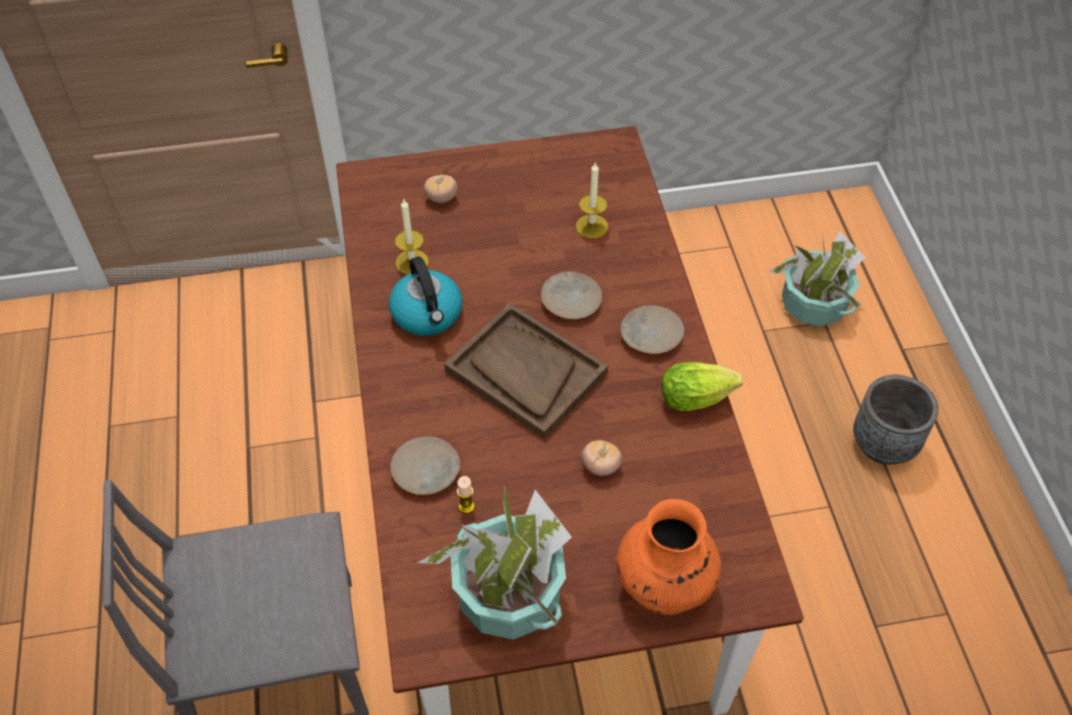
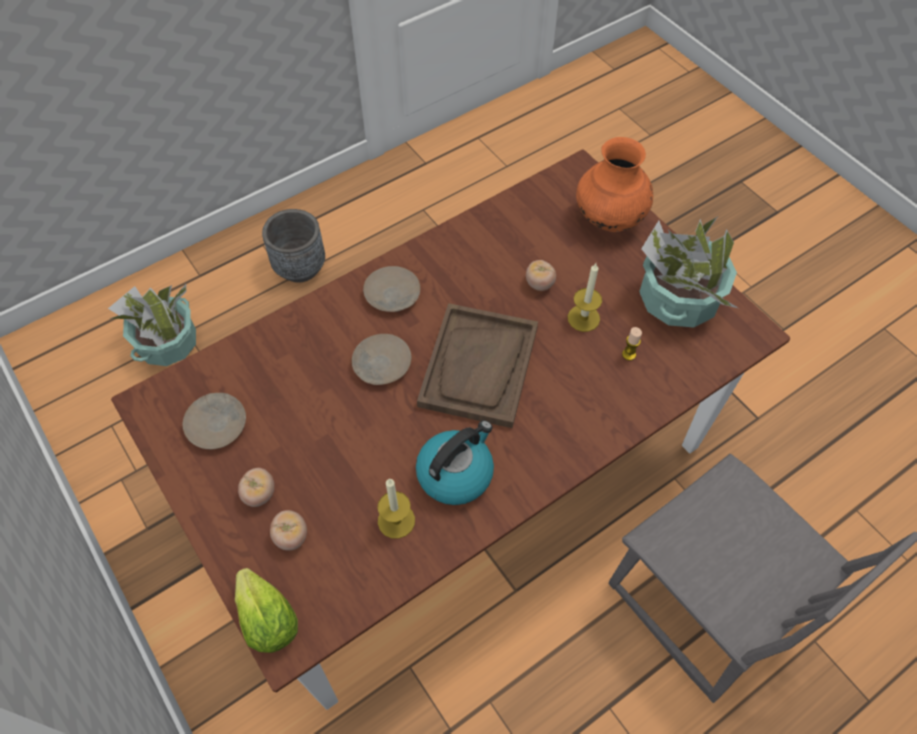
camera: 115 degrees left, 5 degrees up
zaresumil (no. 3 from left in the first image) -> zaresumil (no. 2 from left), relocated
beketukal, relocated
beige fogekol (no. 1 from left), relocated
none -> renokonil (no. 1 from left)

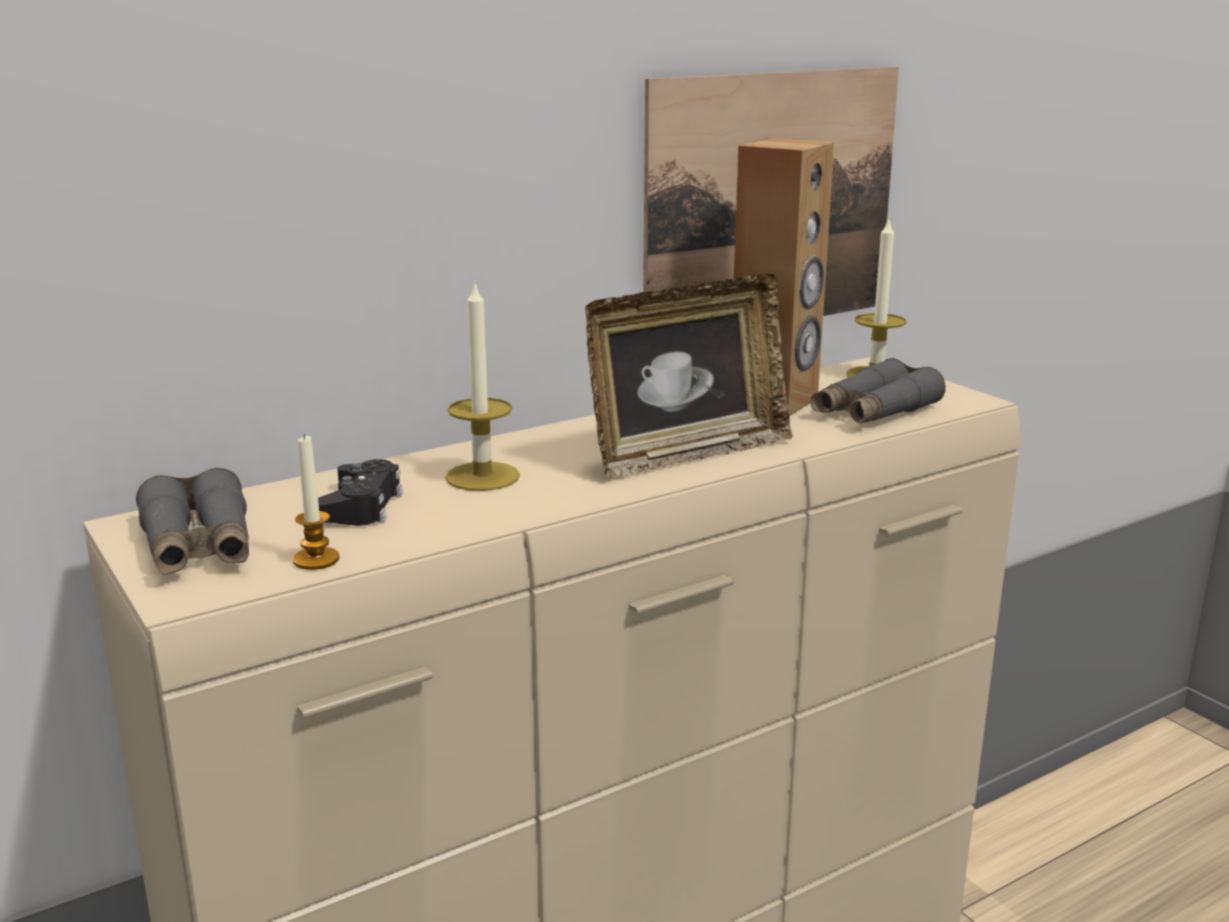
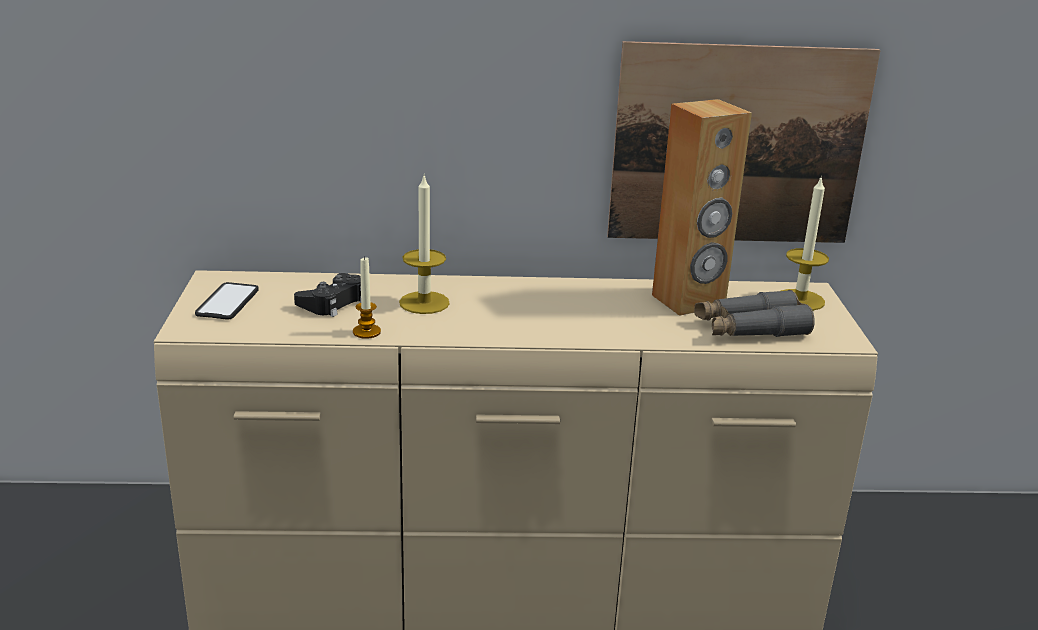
camera: 30 degrees right, 5 degrees up
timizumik -> none
zaresumil (no. 1 from left), relocated
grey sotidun (no. 1 from left) -> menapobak

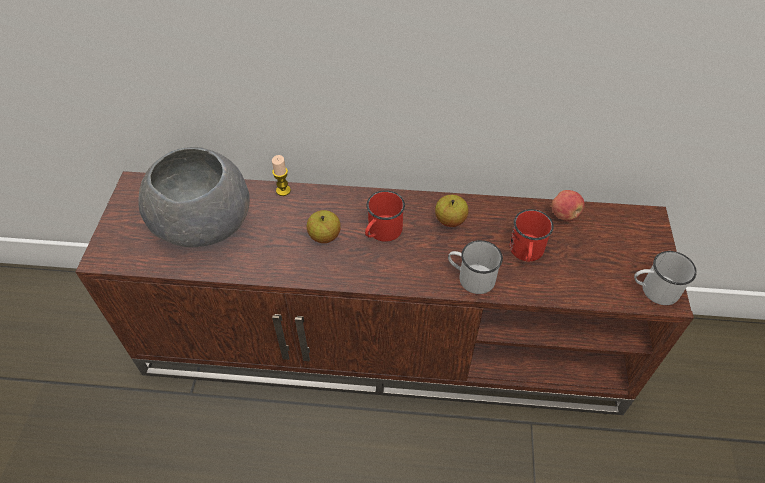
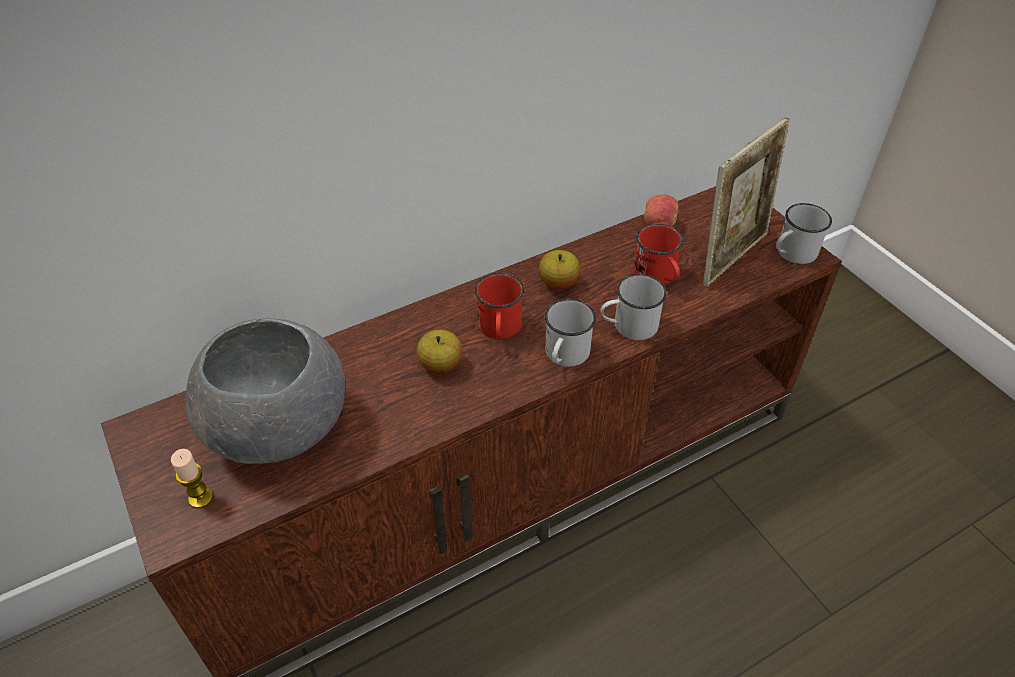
camera: 35 degrees left, 5 degrees down
zaresumil, relocated
none -> timizumik
none -> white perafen (no. 1 from left)

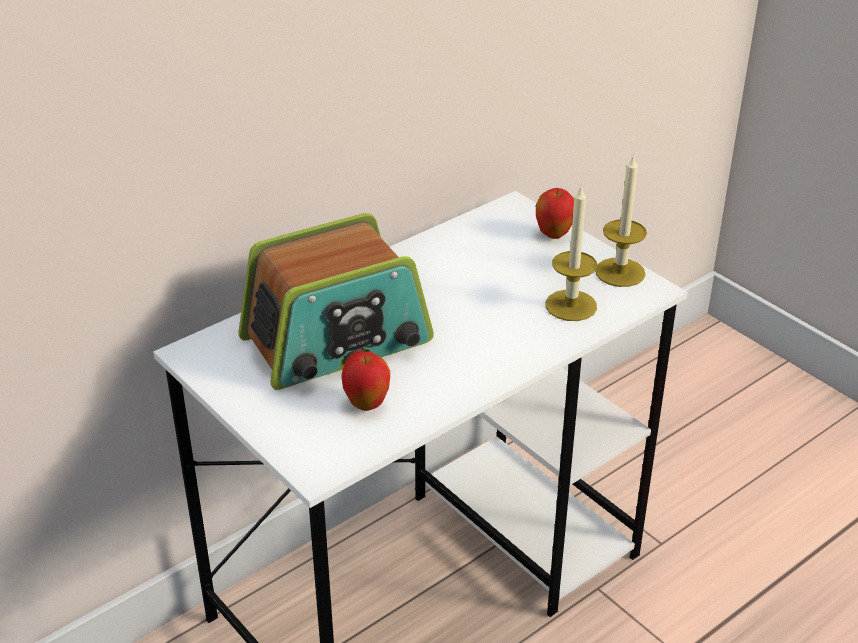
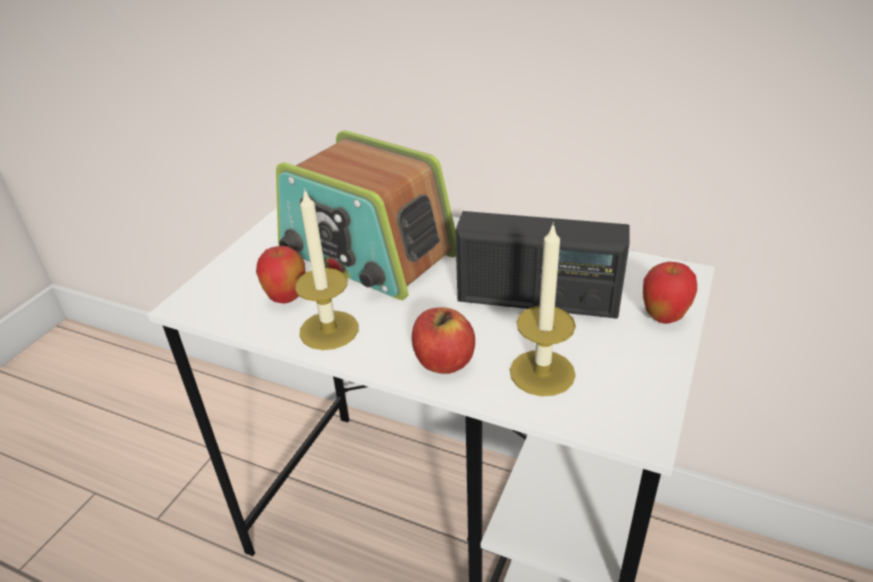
camera: 65 degrees right, 0 degrees up
zaresumil (no. 2 from left in the first image) -> zaresumil (no. 1 from left), relocated
none -> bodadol (no. 2 from left)
none -> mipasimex (no. 2 from left)

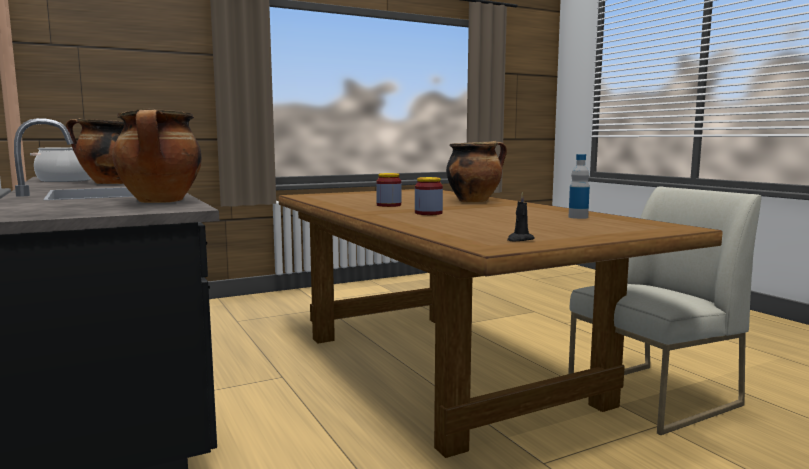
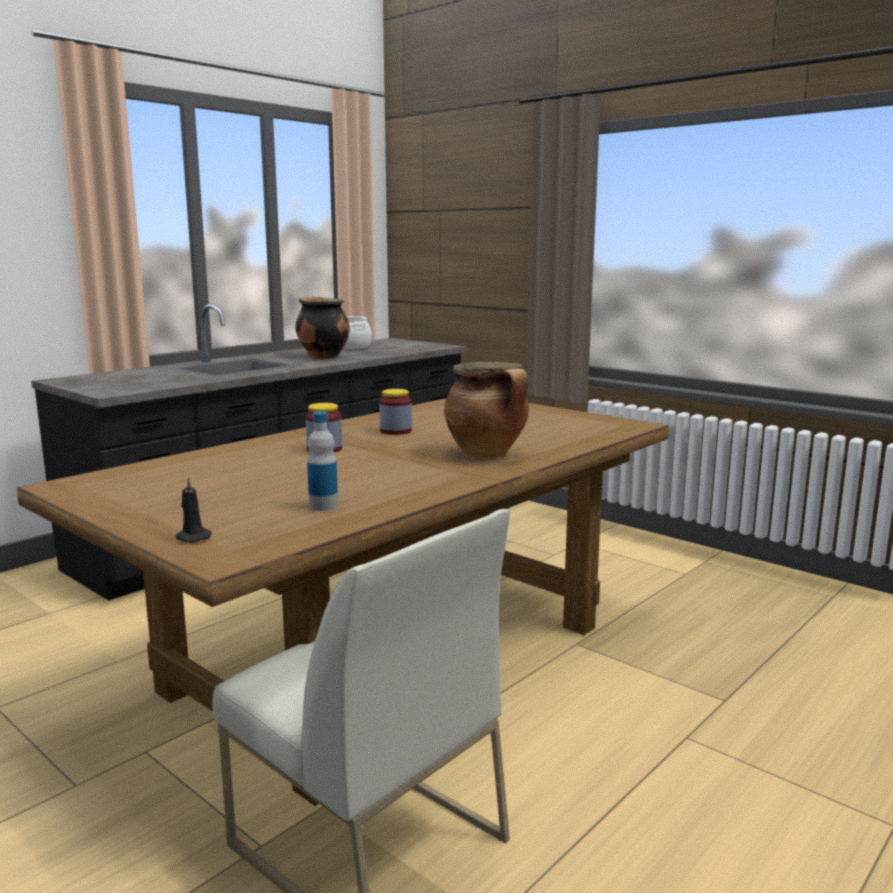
camera: 70 degrees right, 5 degrees up
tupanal (no. 3 from left) -> none
black zaresumil, relocated

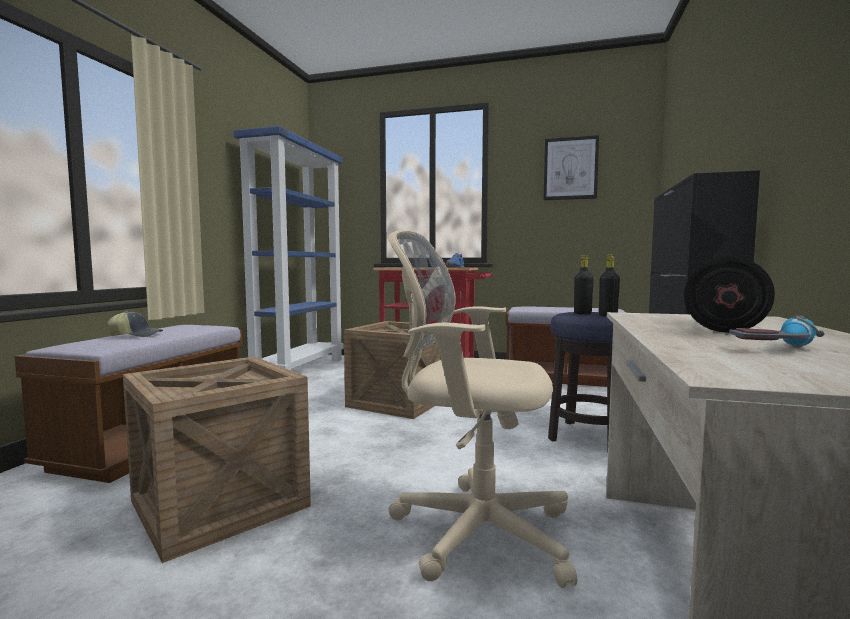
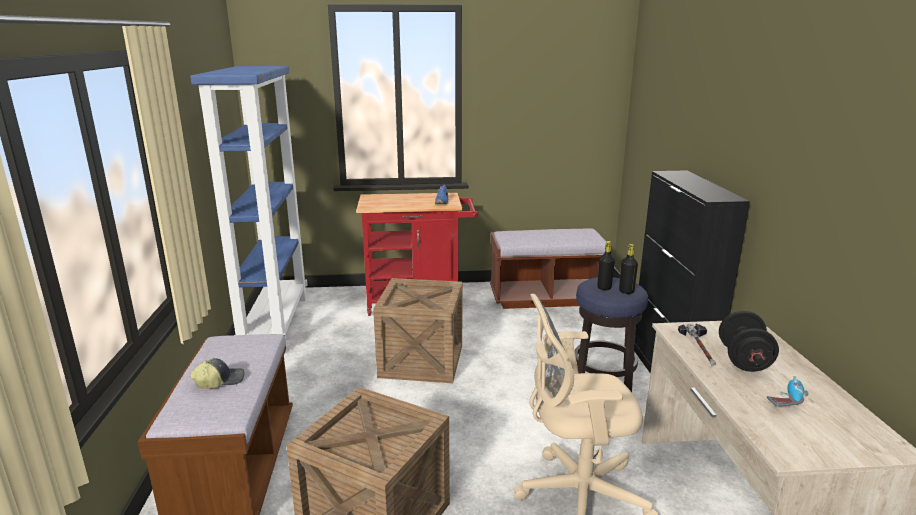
camera: 20 degrees left, 15 degrees up
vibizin -> none
none -> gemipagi

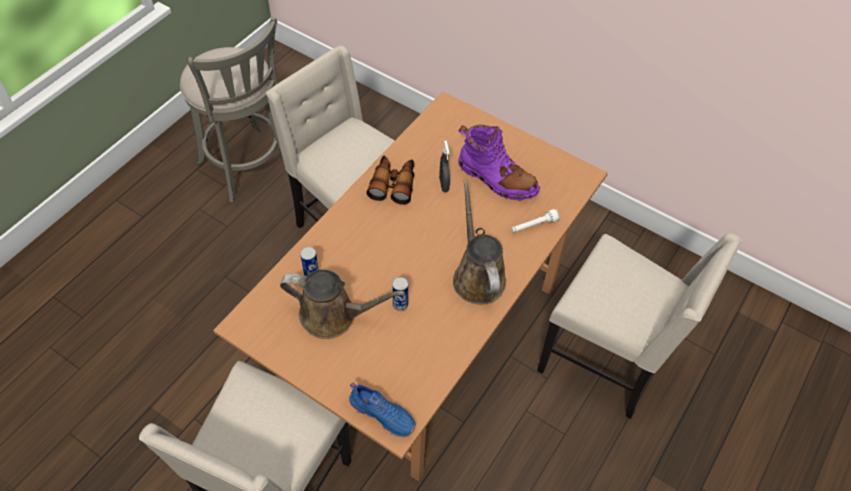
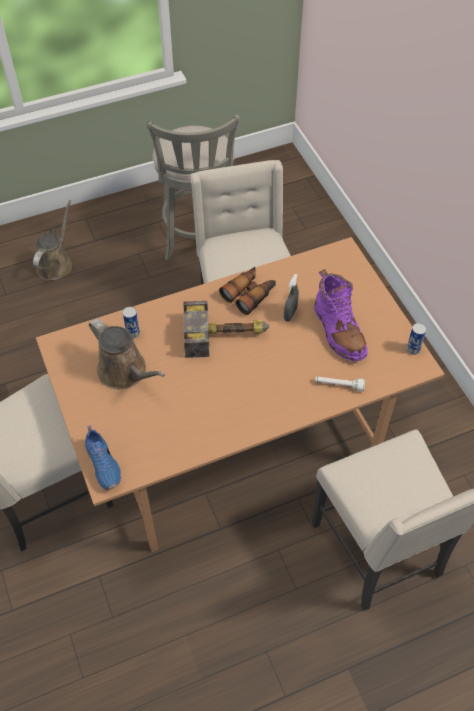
camera: 35 degrees right, 0 degrees up
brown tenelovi (no. 2 from left in the first image) -> brown tenelovi (no. 1 from left), relocated
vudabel (no. 2 from left), relocated
none -> gemipagi

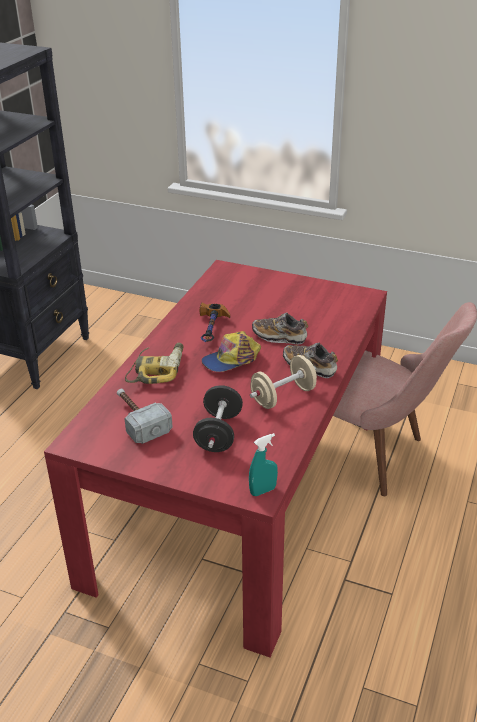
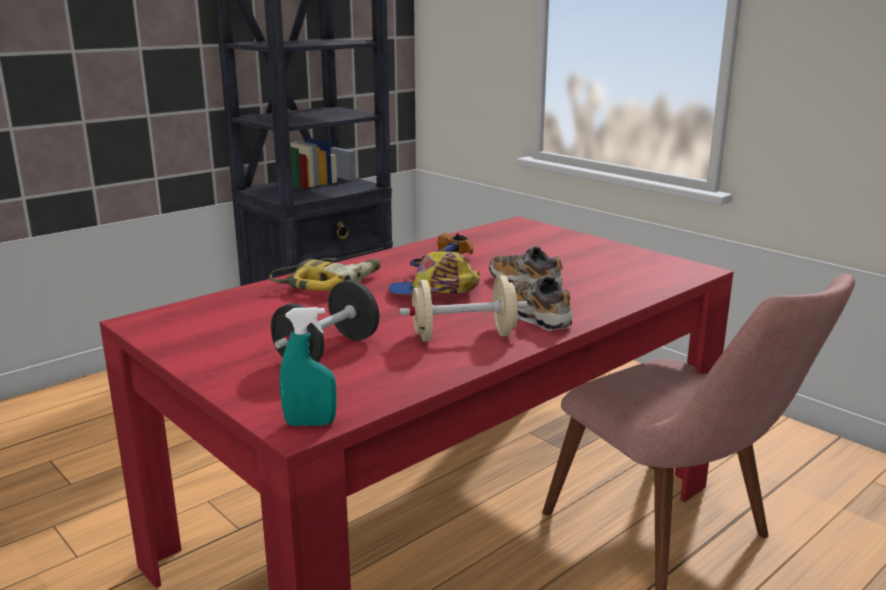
camera: 25 degrees right, 15 degrees down
gemipagi (no. 1 from left) -> none

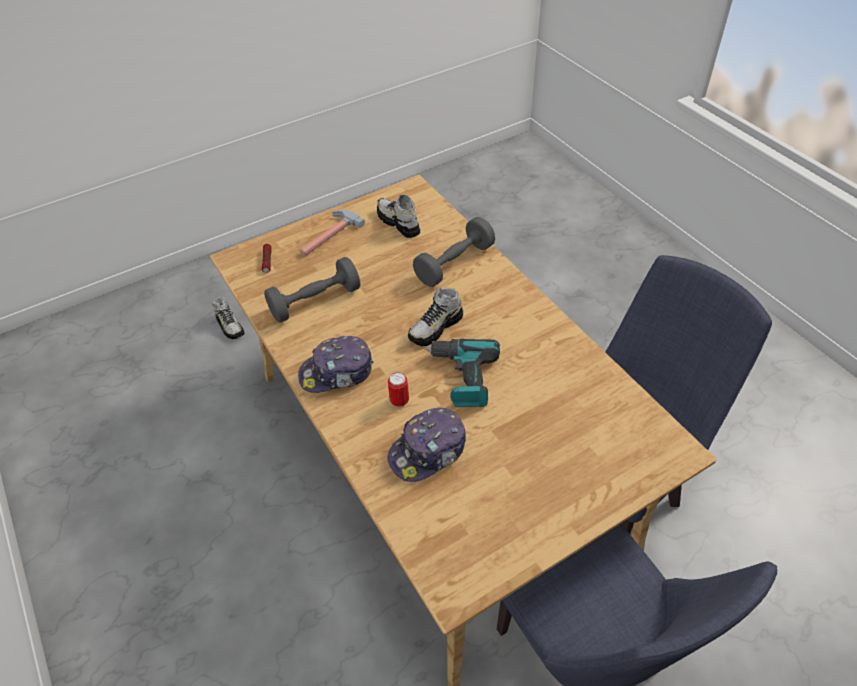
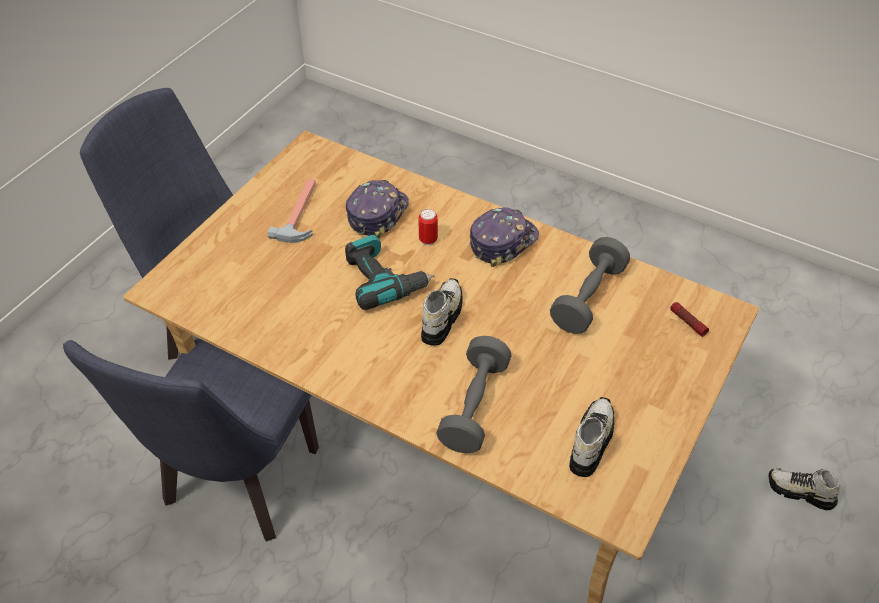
camera: 150 degrees right, 0 degrees up
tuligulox (no. 2 from left), 90 degrees counterclockwise
gemipagi, relocated

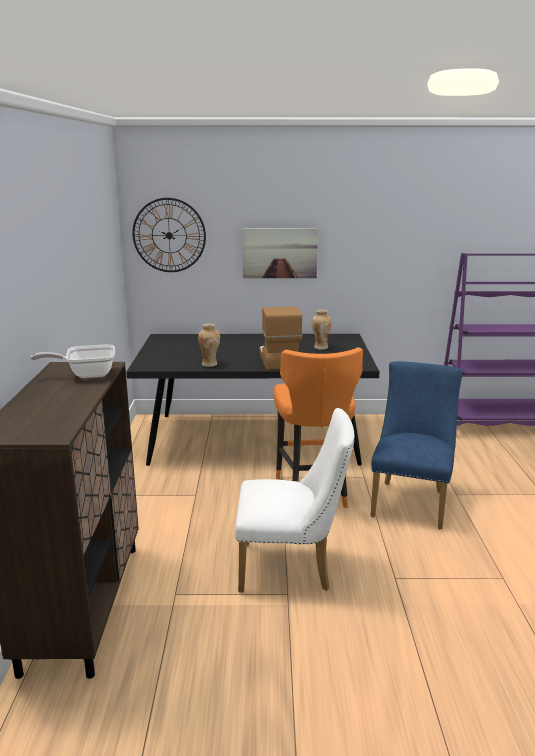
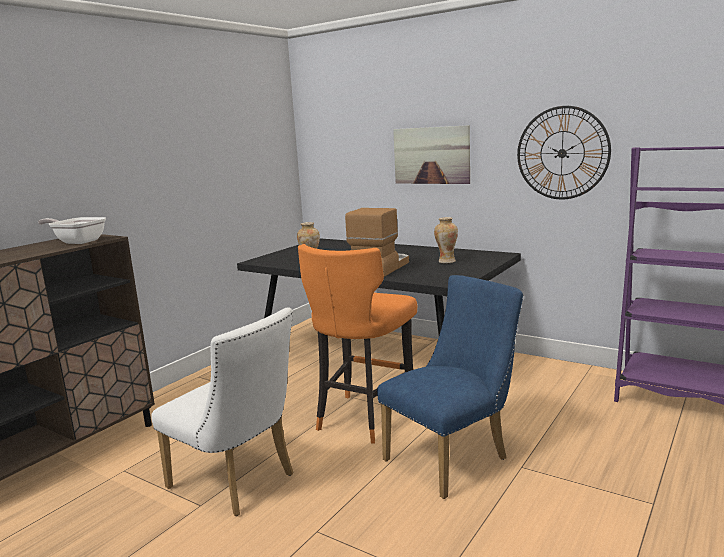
camera: 35 degrees right, 5 degrees down
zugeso, relocated

